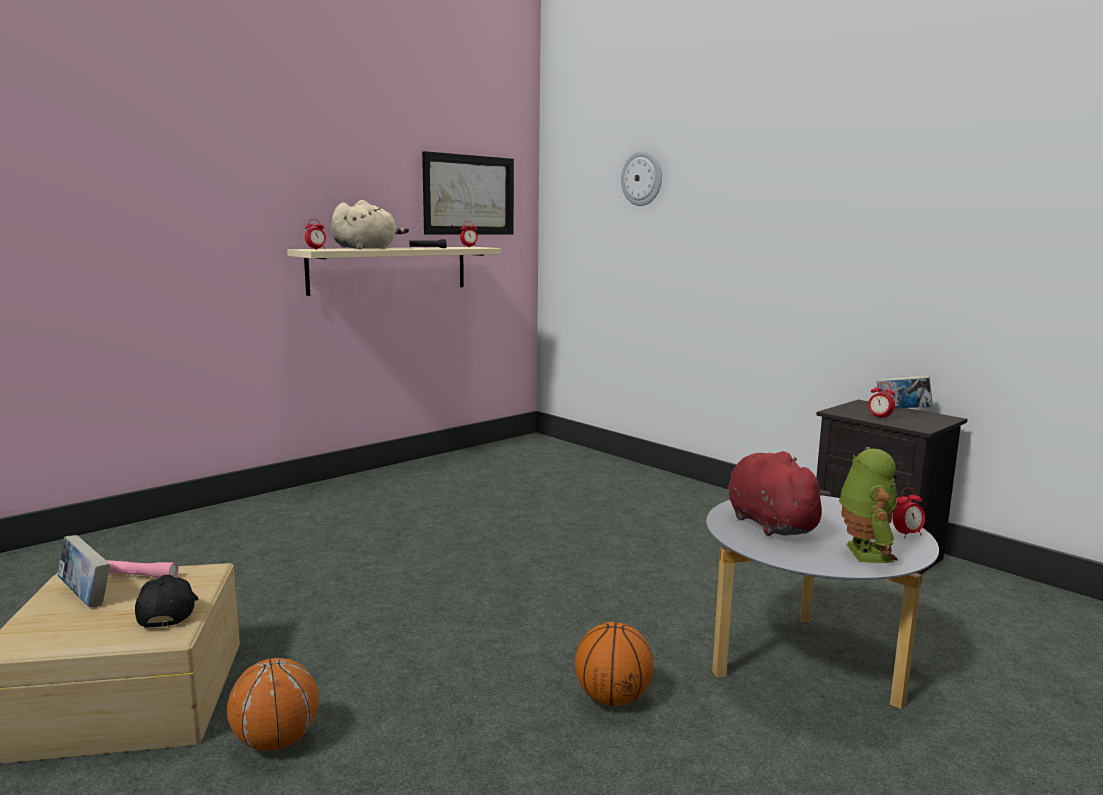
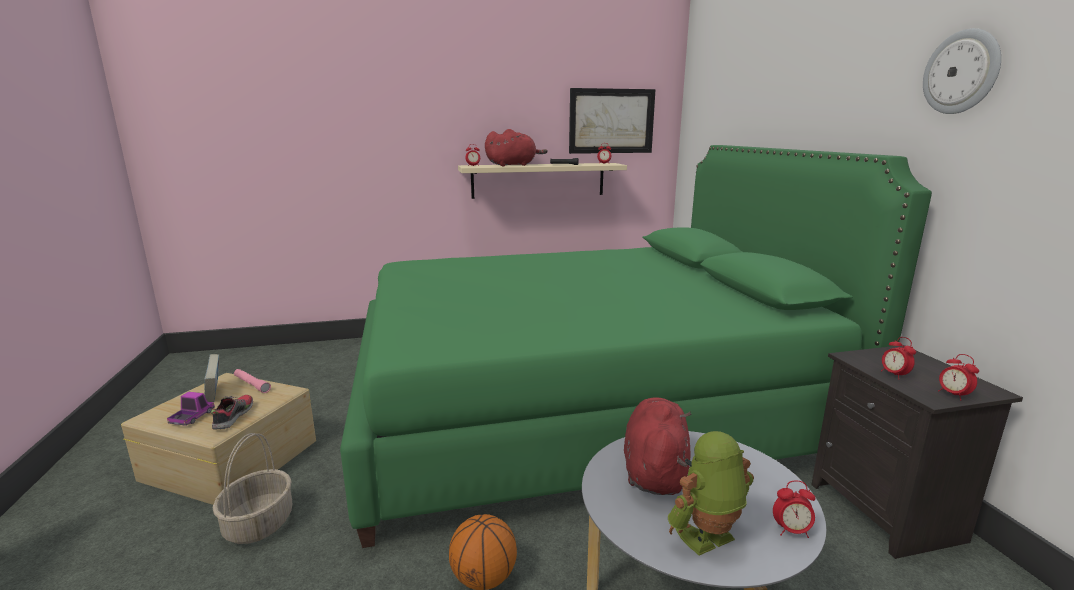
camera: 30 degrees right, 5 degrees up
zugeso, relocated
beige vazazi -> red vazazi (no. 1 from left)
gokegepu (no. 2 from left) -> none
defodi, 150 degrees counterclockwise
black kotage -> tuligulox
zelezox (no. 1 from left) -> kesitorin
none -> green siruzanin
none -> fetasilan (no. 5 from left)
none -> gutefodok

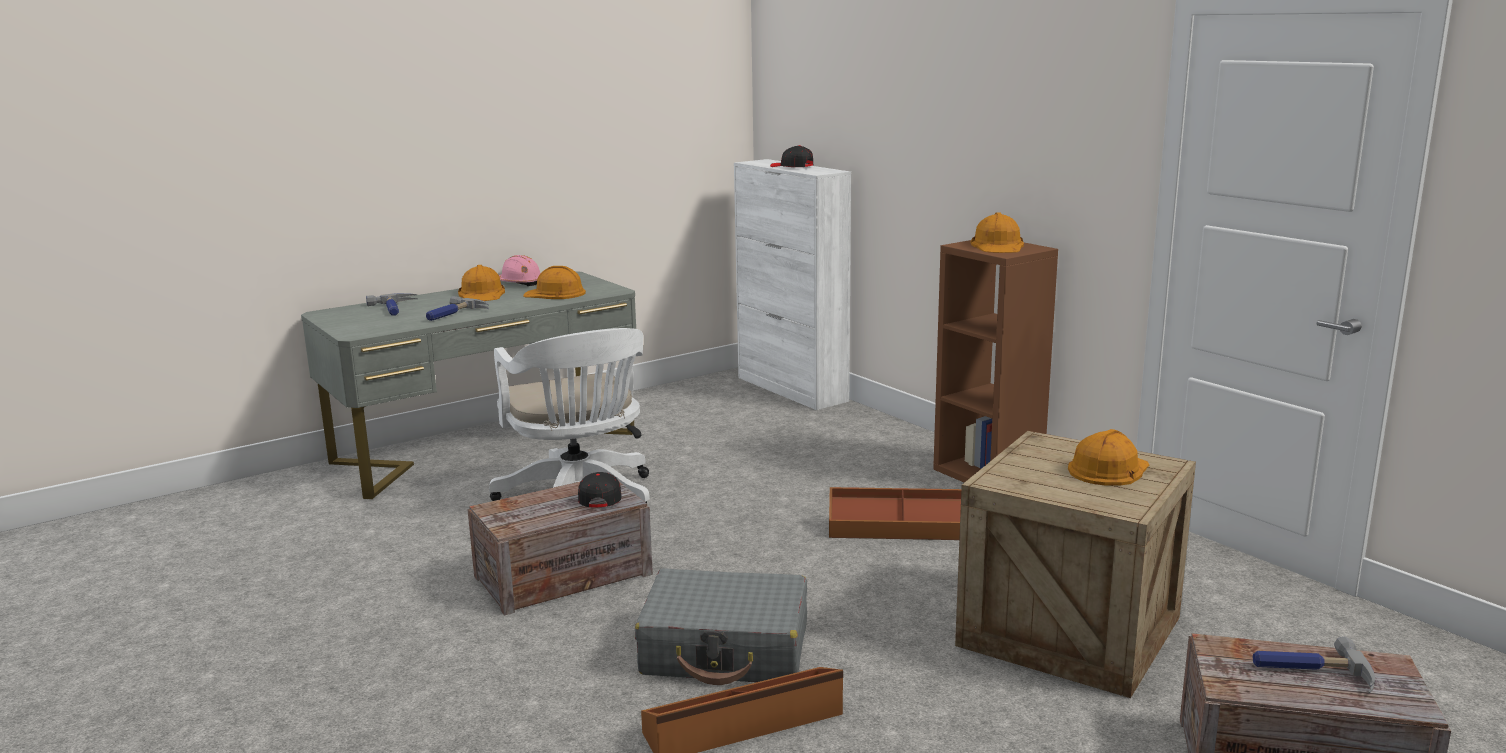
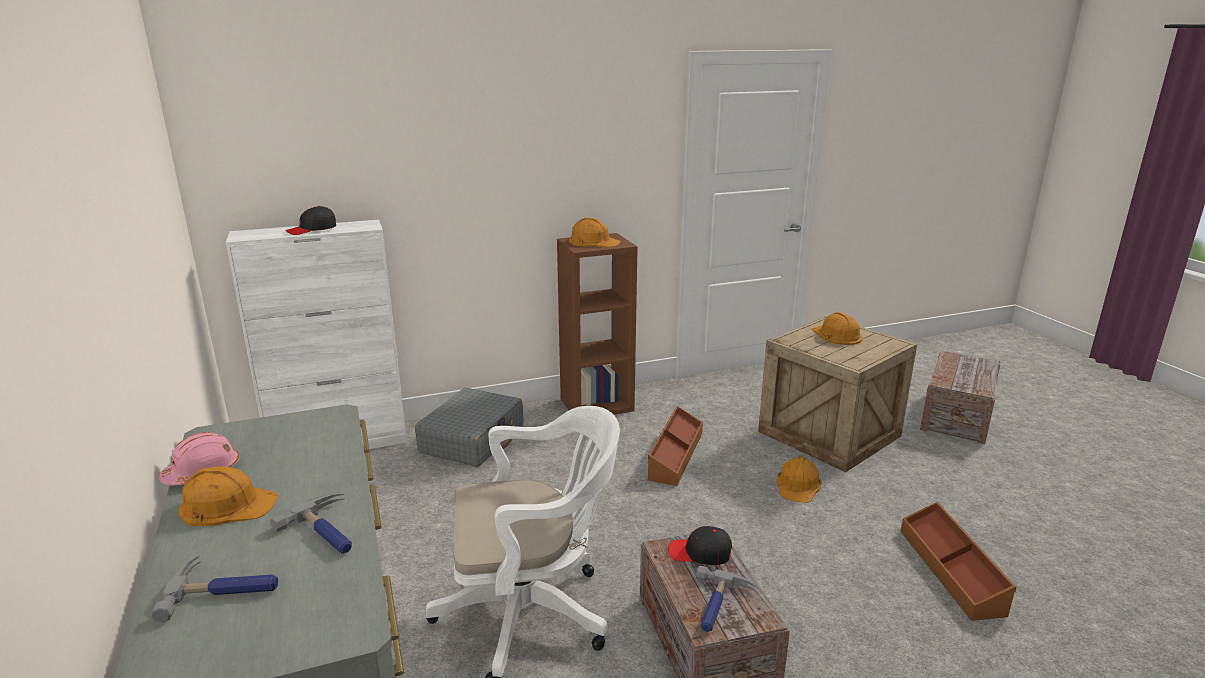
camera: 75 degrees left, 5 degrees up
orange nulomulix (no. 2 from left in the first image) -> orange nulomulix (no. 3 from left), relocated
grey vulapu, relocated
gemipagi (no. 3 from left), relocated

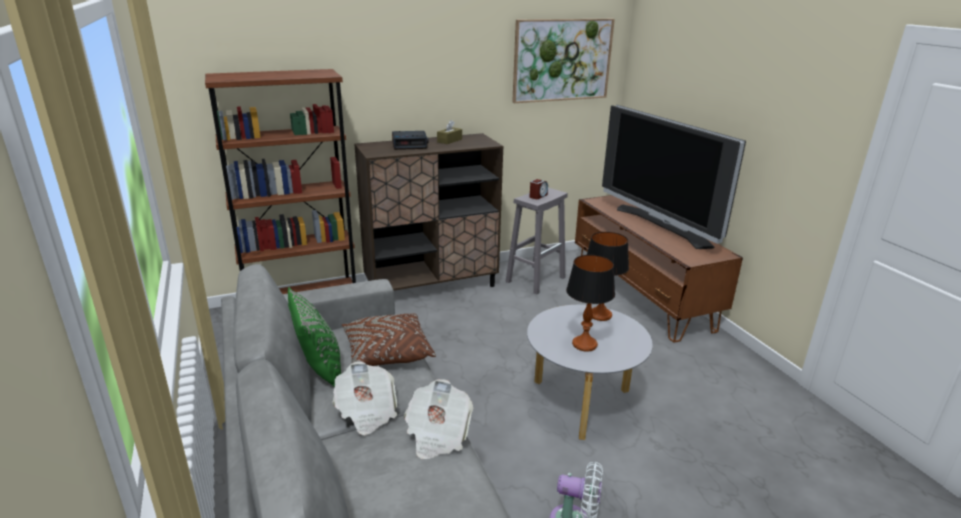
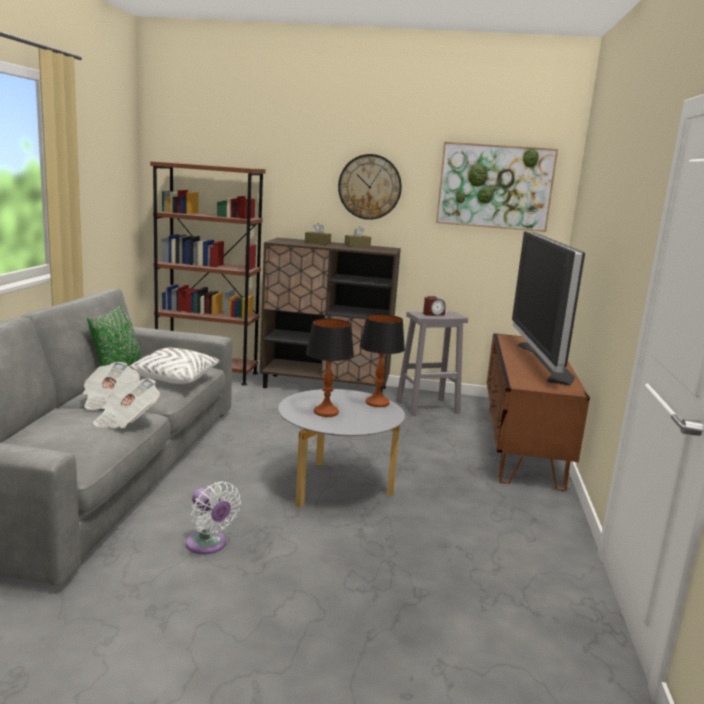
camera: 30 degrees right, 10 degrees down
fetasilan (no. 1 from left) -> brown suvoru (no. 1 from left)
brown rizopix -> white rizopix
none -> zugeso

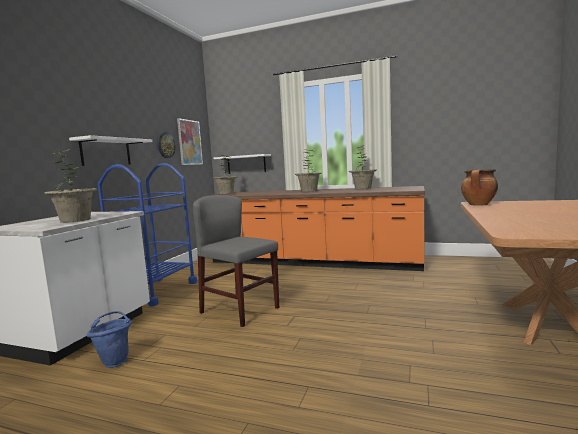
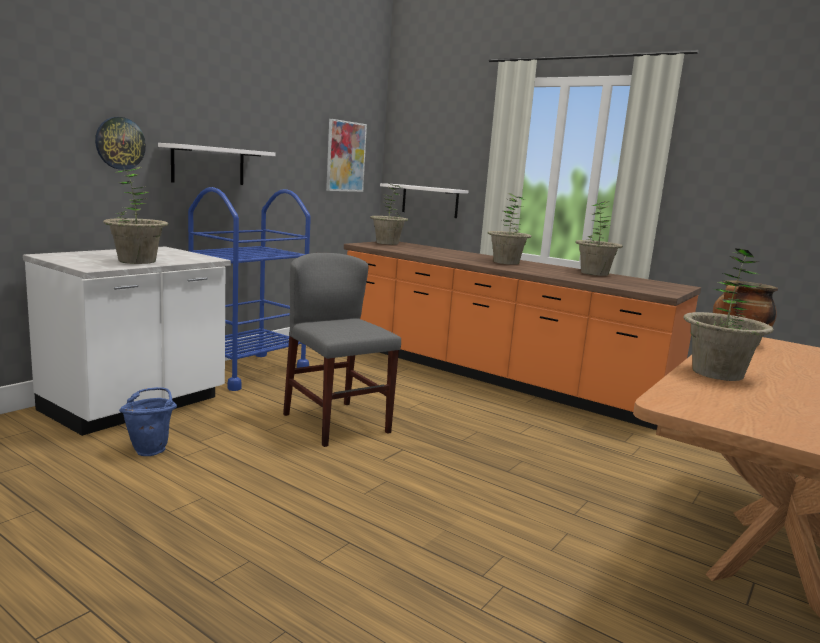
camera: 15 degrees right, 5 degrees up
zugeso, relocated
none -> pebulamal (no. 5 from left)

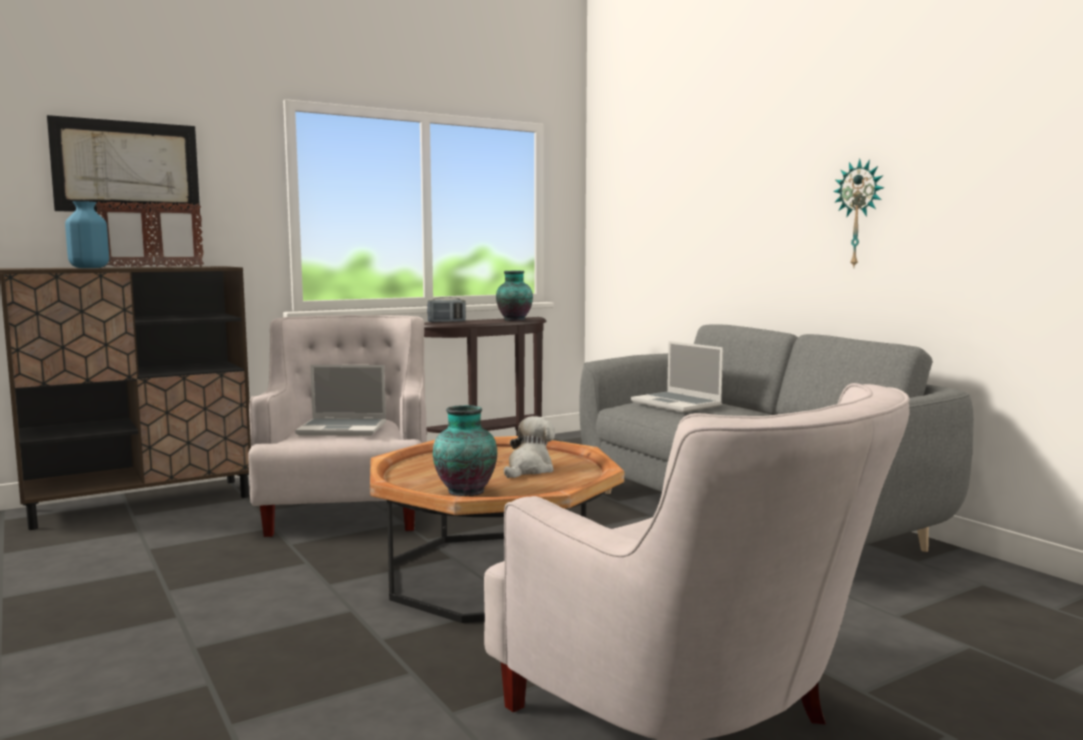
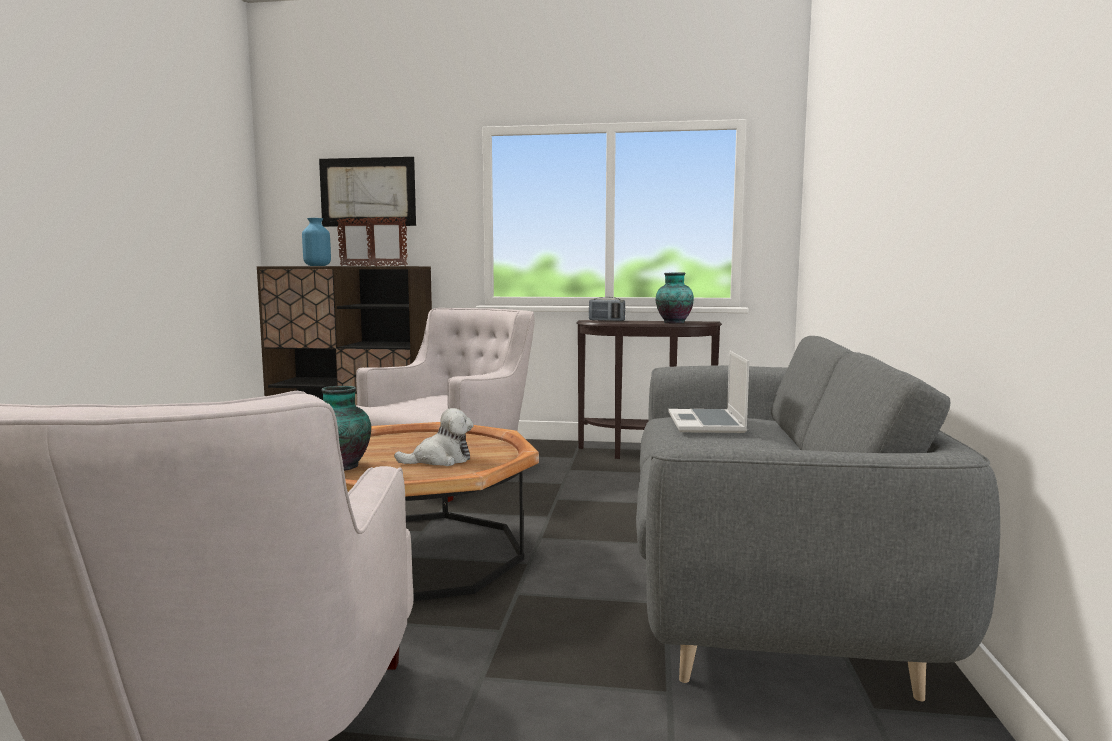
camera: 40 degrees right, 0 degrees up
zugeso -> none
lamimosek (no. 1 from left) -> none

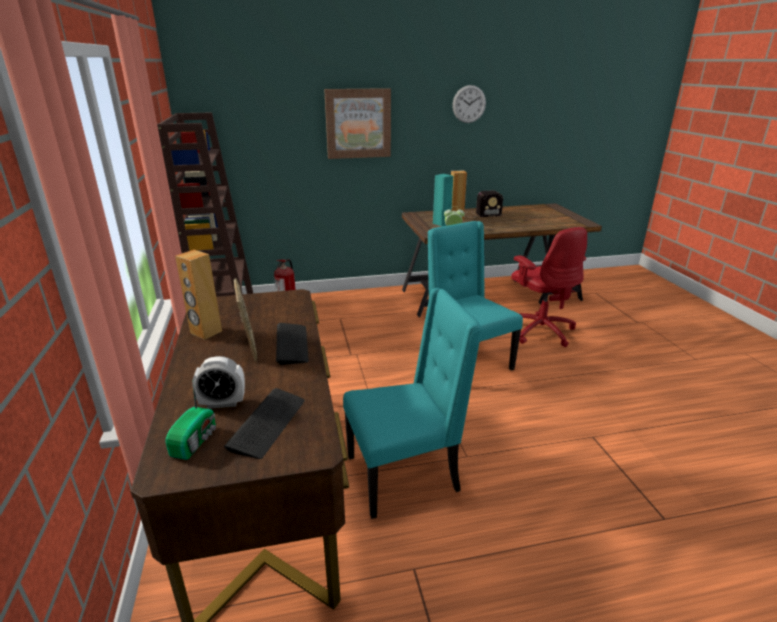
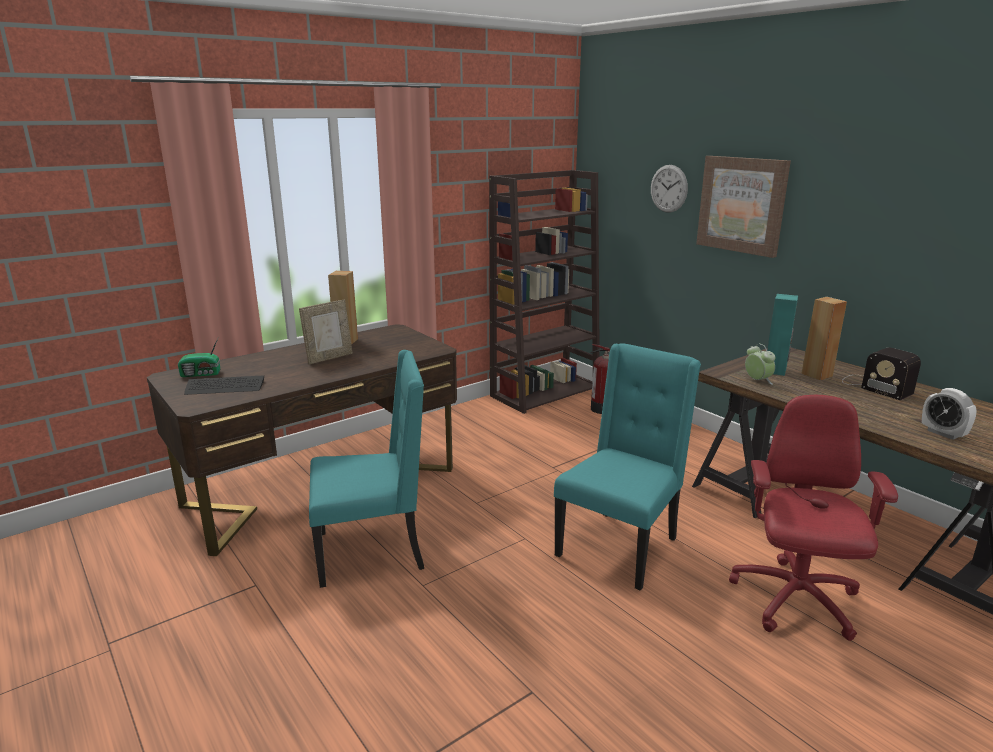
camera: 65 degrees right, 5 degrees down
zugeso, relocated
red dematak, 150 degrees clockwise
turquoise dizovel (no. 1 from left), 60 degrees counterclockwise
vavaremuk (no. 2 from left) -> none
fetasilan (no. 1 from left in the first image) -> fetasilan (no. 2 from left), relocated

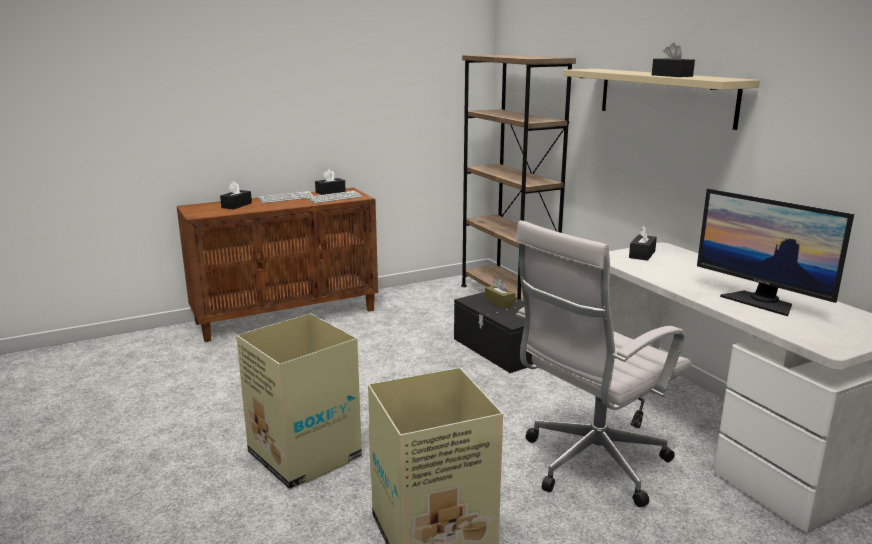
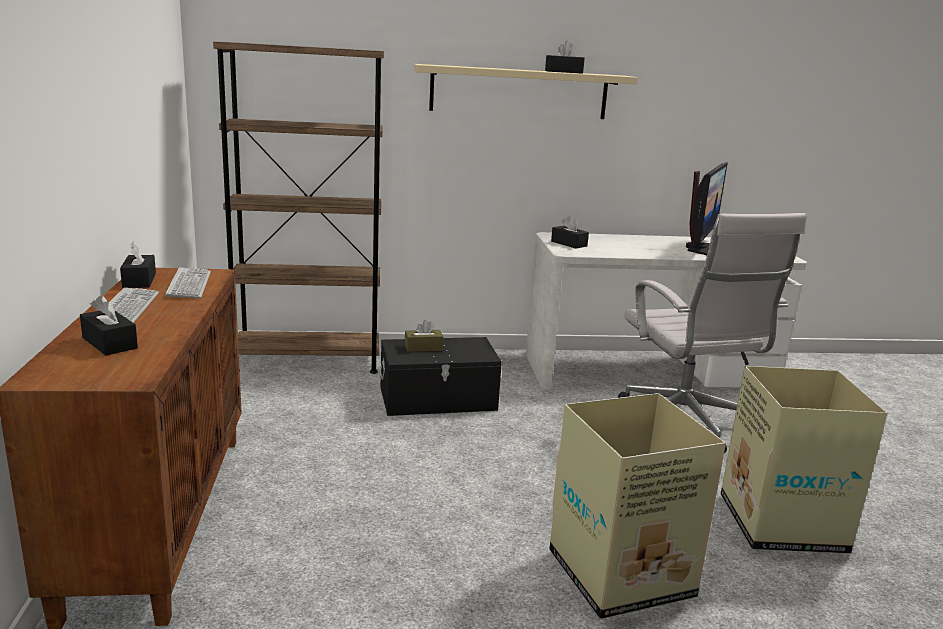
camera: 70 degrees left, 0 degrees up
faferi, 45 degrees counterclockwise

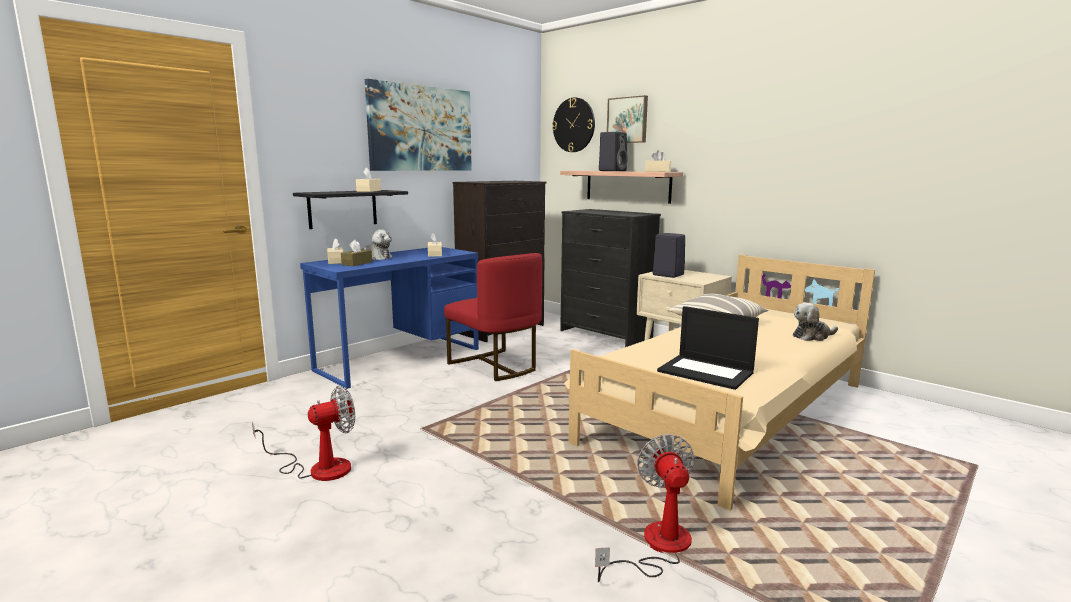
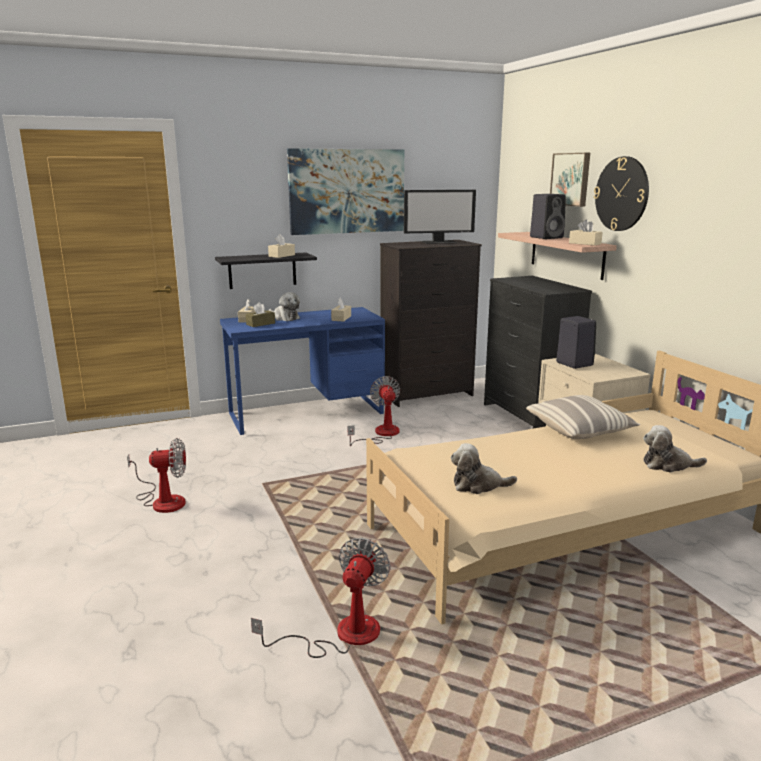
camera: 25 degrees right, 5 degrees up
zugeso, relocated
red dizovel -> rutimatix (no. 3 from left)
lamimosek -> vazazi (no. 2 from left)
none -> faferi

